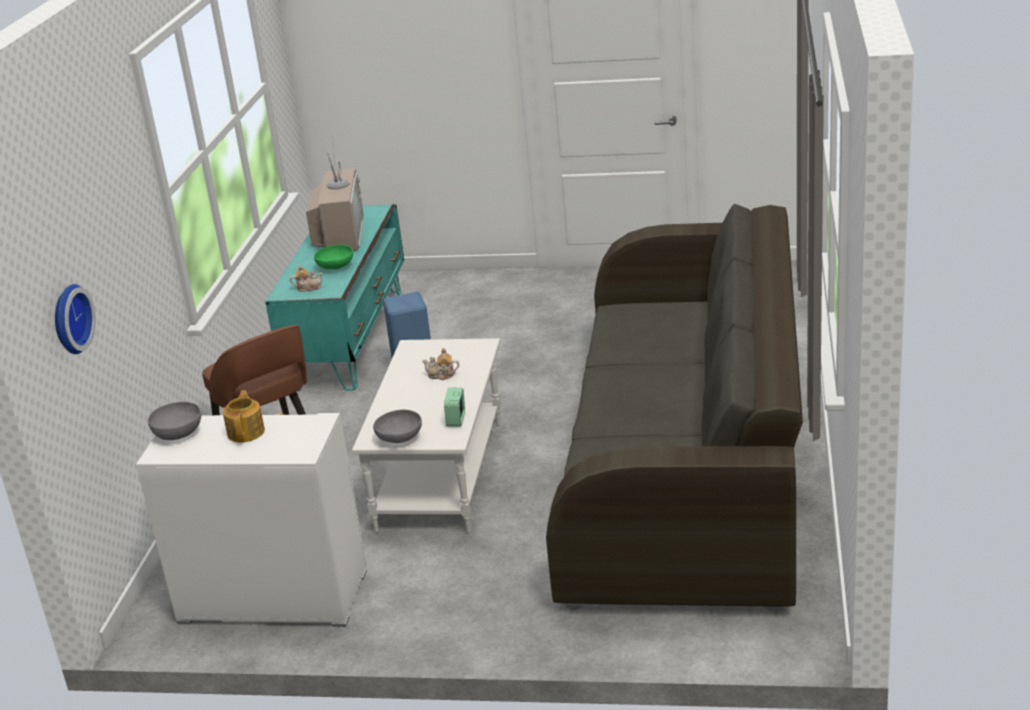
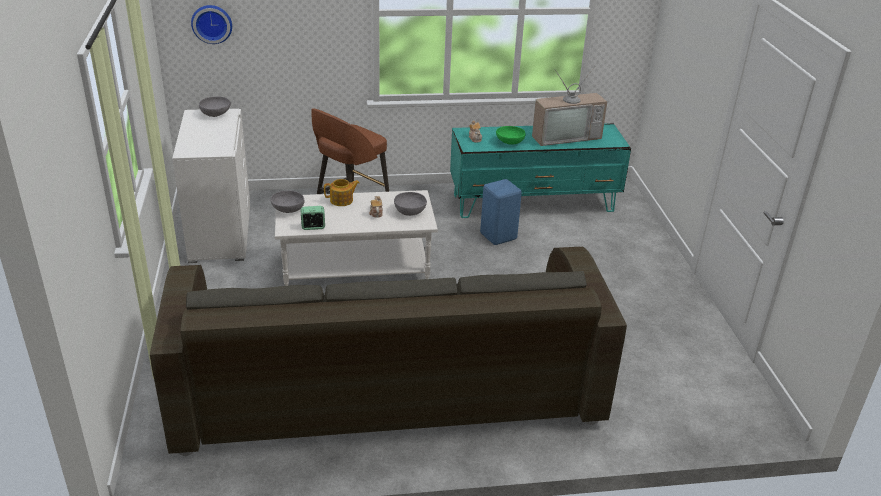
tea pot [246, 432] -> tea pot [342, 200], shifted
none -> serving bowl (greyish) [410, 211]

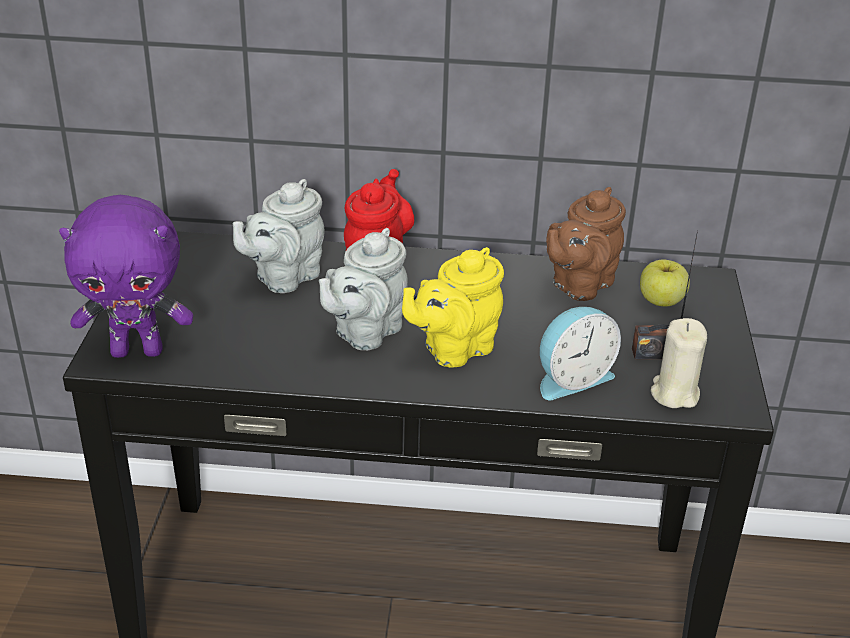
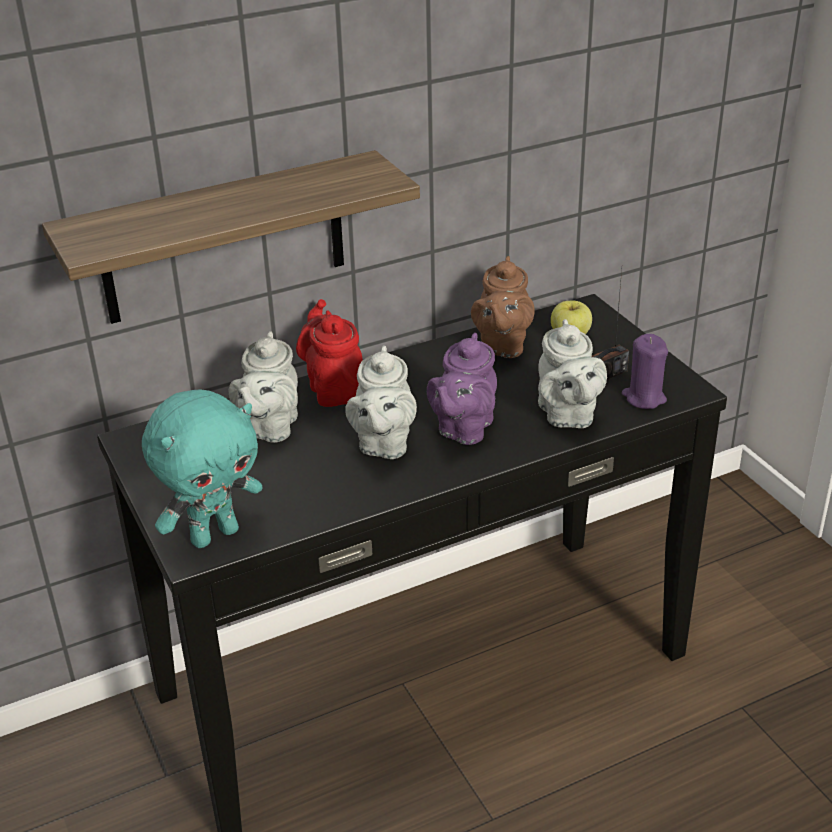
cuddly toy (purple) [138, 351] -> cuddly toy (blue-green) [214, 534]
tea pot (yellow) [453, 349] -> tea pot (purple) [463, 429]
bedside clock [571, 378] -> tea pot (greyish) [567, 416]
wax candle (beige-coloured) [674, 393] -> wax candle (purple) [644, 398]
none -> wall shelf [223, 239]

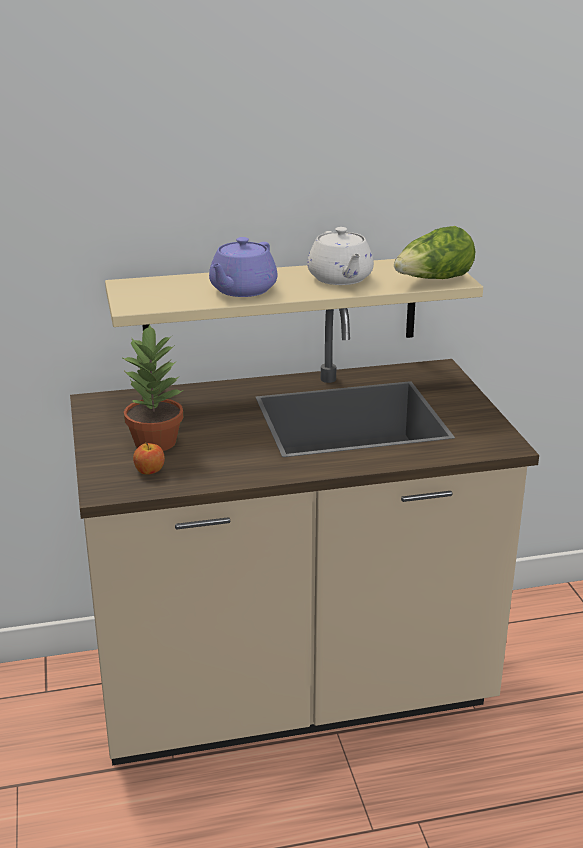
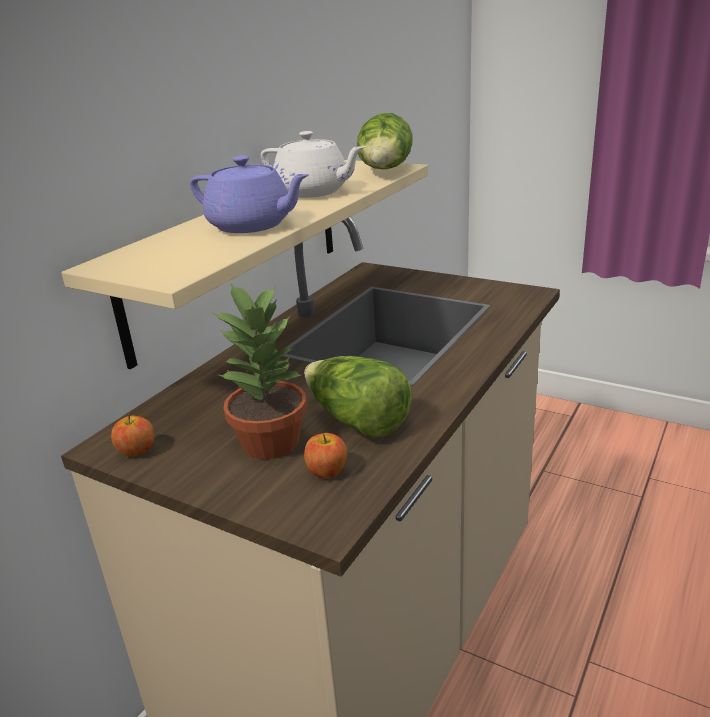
tea pot (purple) [242, 290] -> tea pot (purple) [252, 225], 45 degrees counterclockwise
none -> lettuce [357, 420]
none -> apple [136, 451]

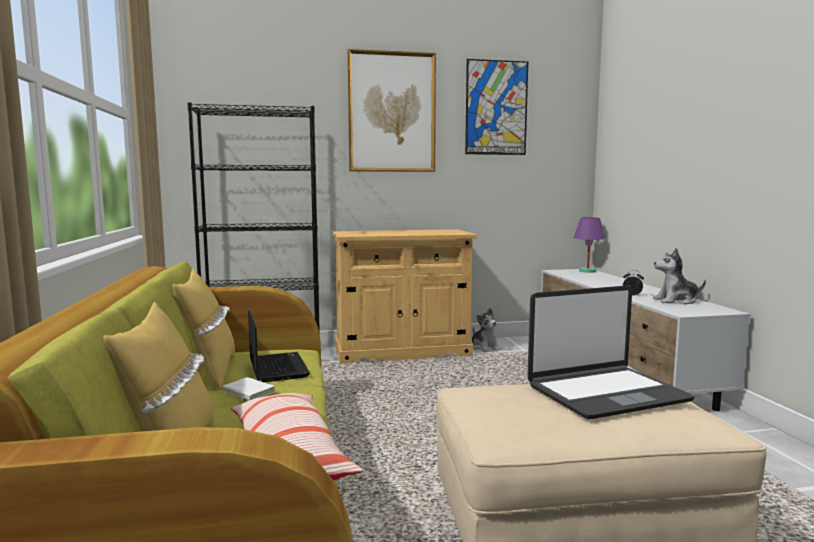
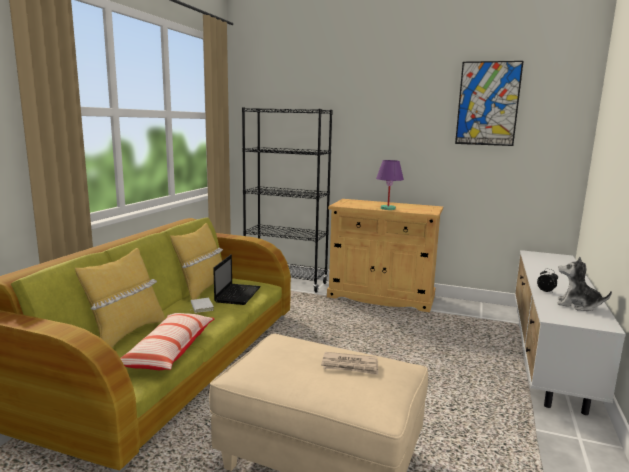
wall art [392, 112] -> none
tabletop lamp (purple) [588, 271] -> tabletop lamp (purple) [388, 208], shifted
laptop [605, 393] -> printed paper [350, 366]
cuddly toy [484, 347] -> none

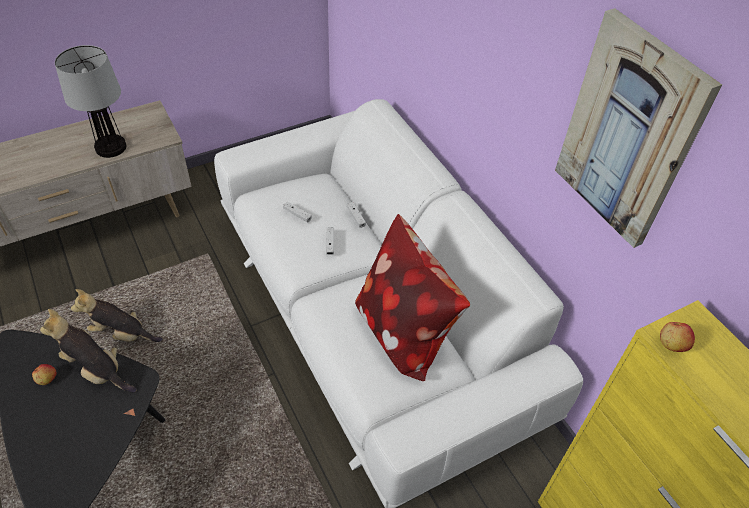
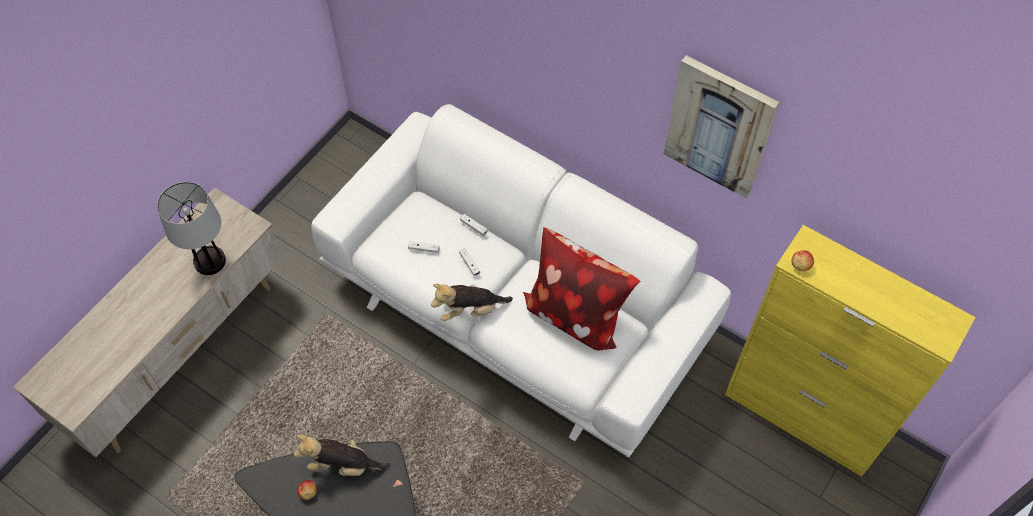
cuddly toy [122, 333] -> cuddly toy [470, 310], shifted

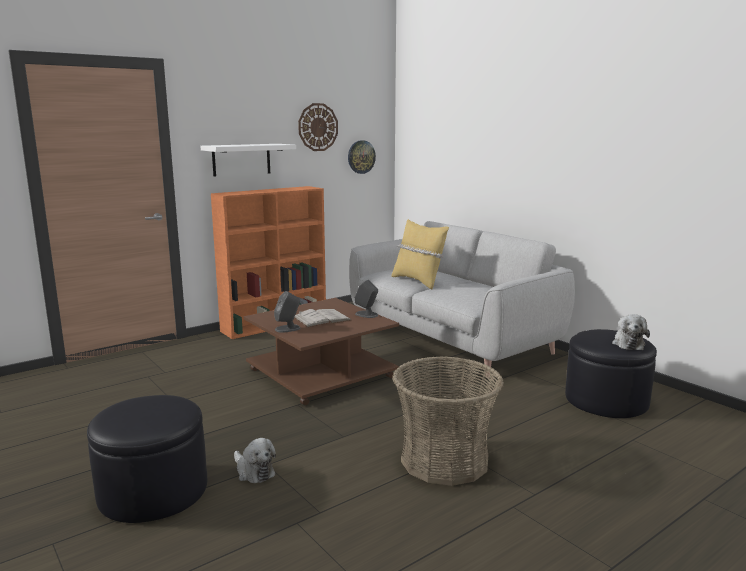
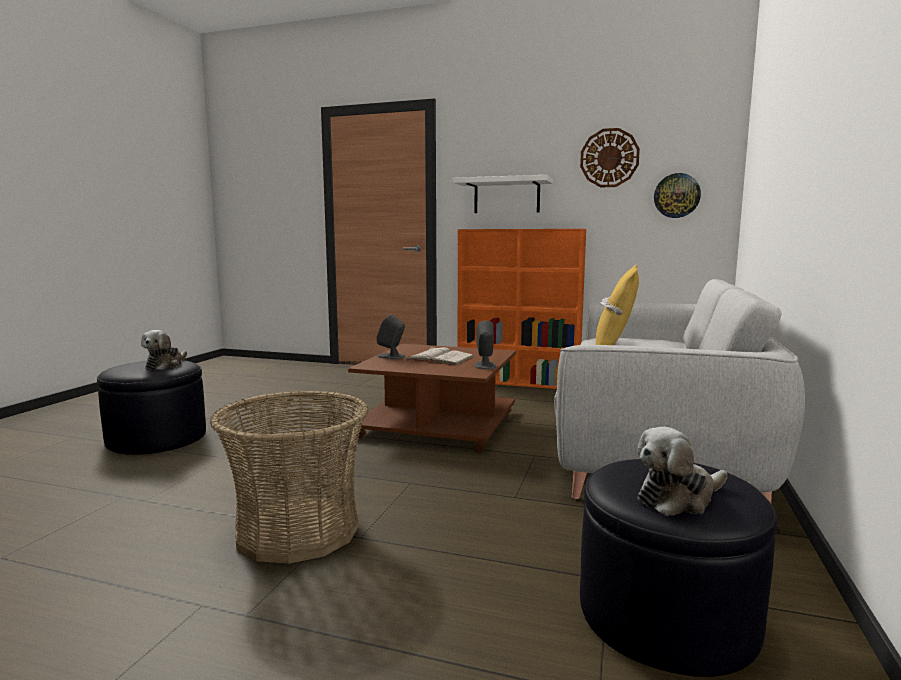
cuddly toy [254, 471] -> cuddly toy [165, 365], shifted

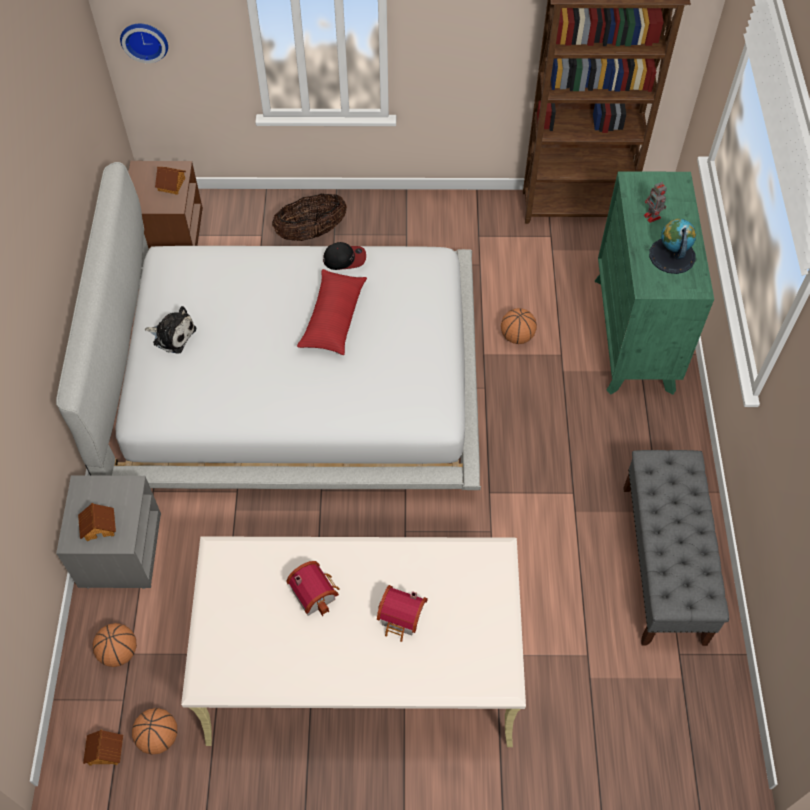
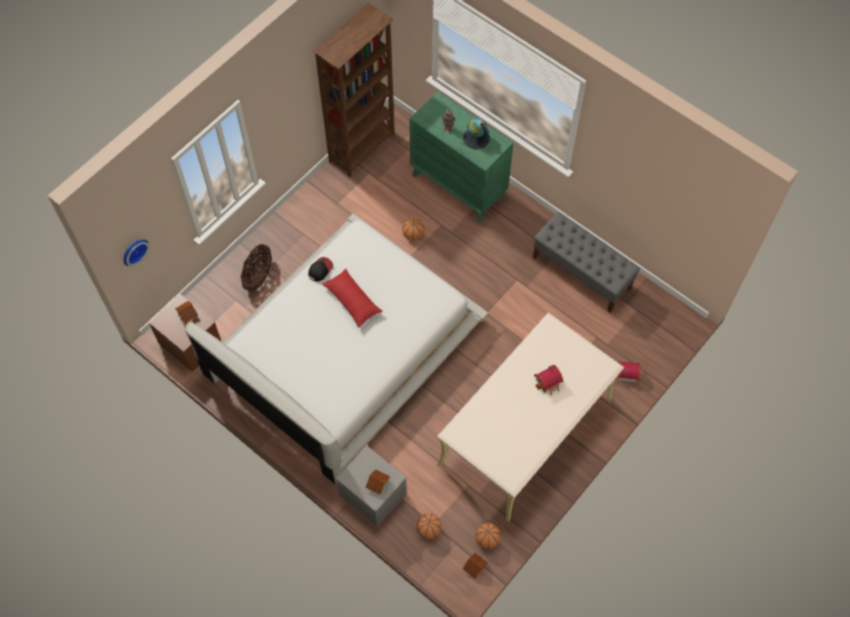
cuddly toy [172, 335] -> none
toy house [315, 592] -> toy house [626, 373], shifted

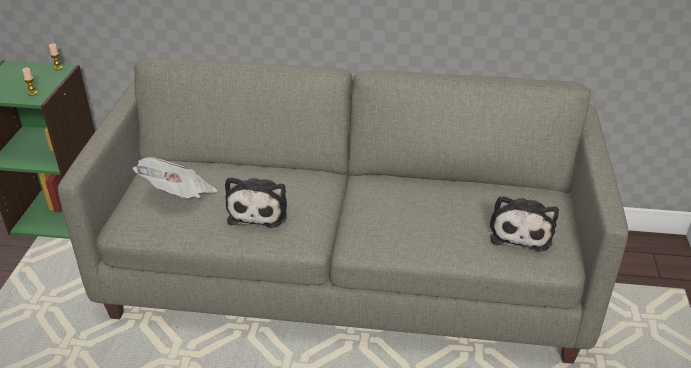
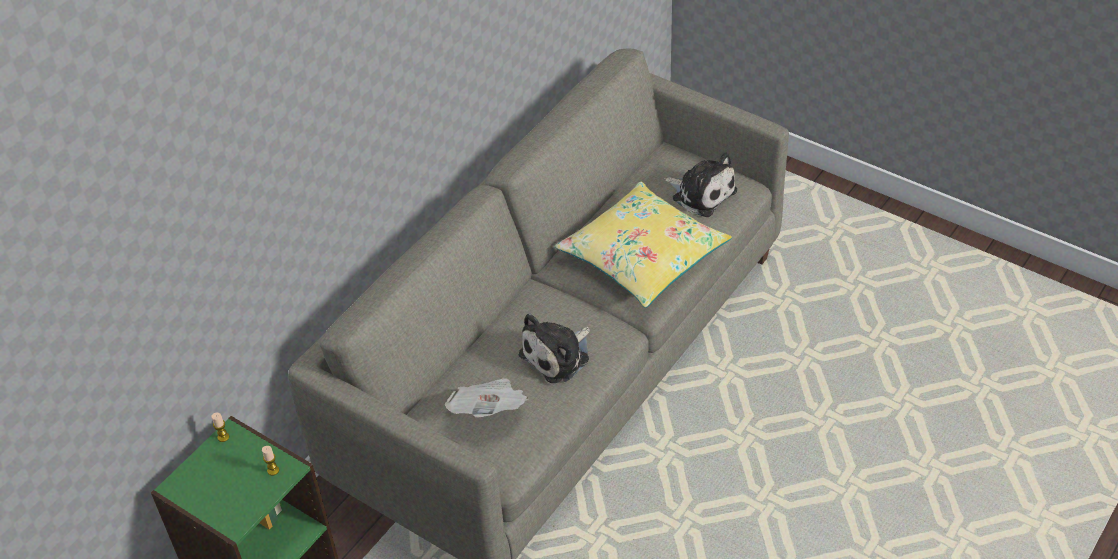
cuddly toy [259, 210] -> cuddly toy [558, 355], 105 degrees clockwise
none -> cushion (yellow) [643, 256]

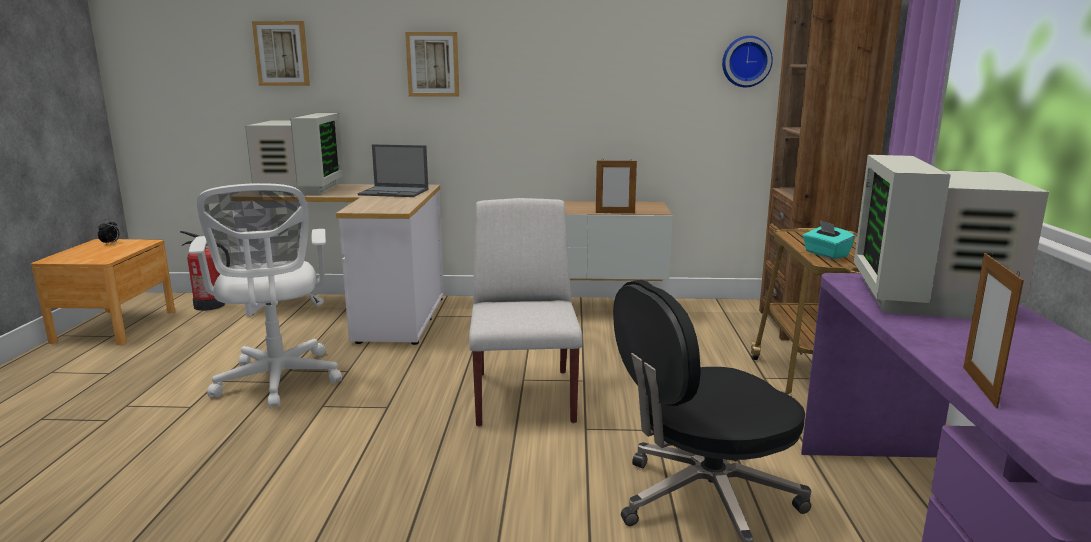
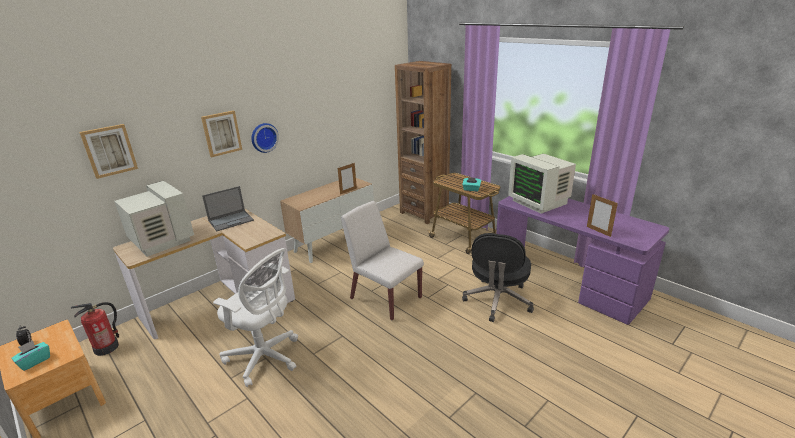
hanging clock [746, 61] -> hanging clock [263, 137], shifted
none -> tissue holder (blue-green) [35, 361]

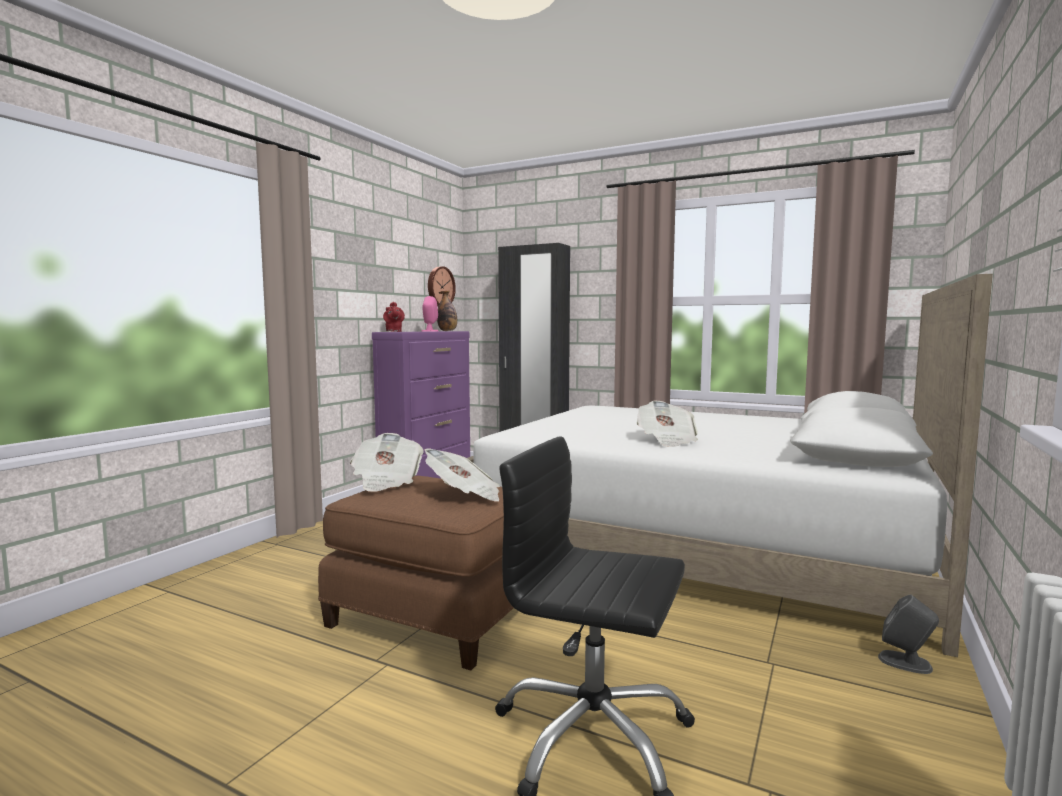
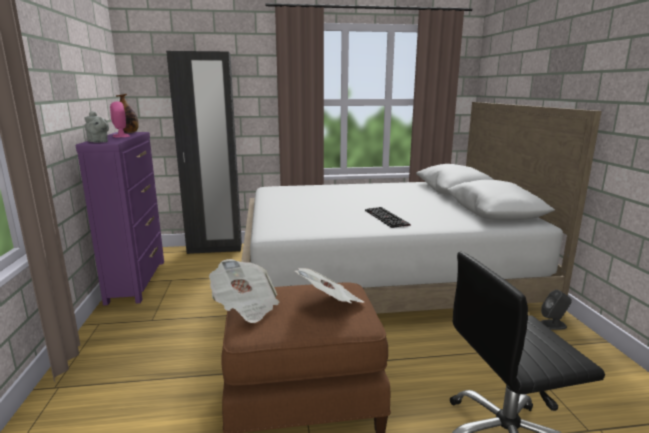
hanging clock [439, 287] -> none
tea pot (red-coloured) [394, 331] -> tea pot (greyish) [98, 142]
printed paper [666, 440] -> computer keyboard [387, 217]

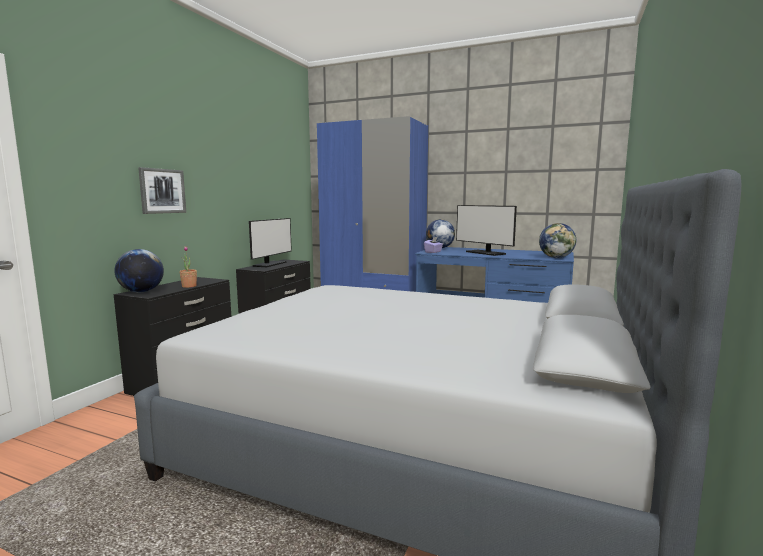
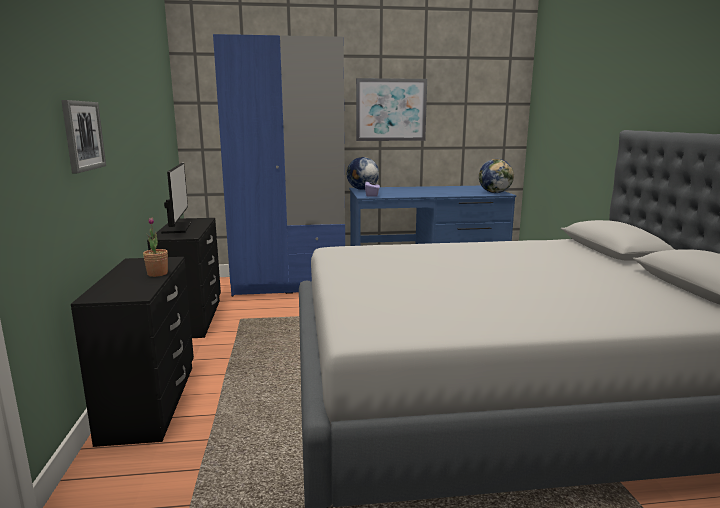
computer display [485, 253] -> none
world globe [141, 292] -> none
none -> wall art [391, 110]

